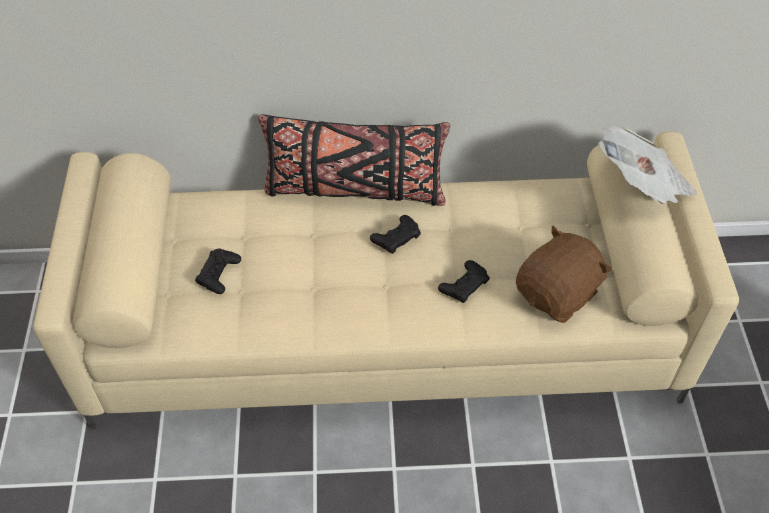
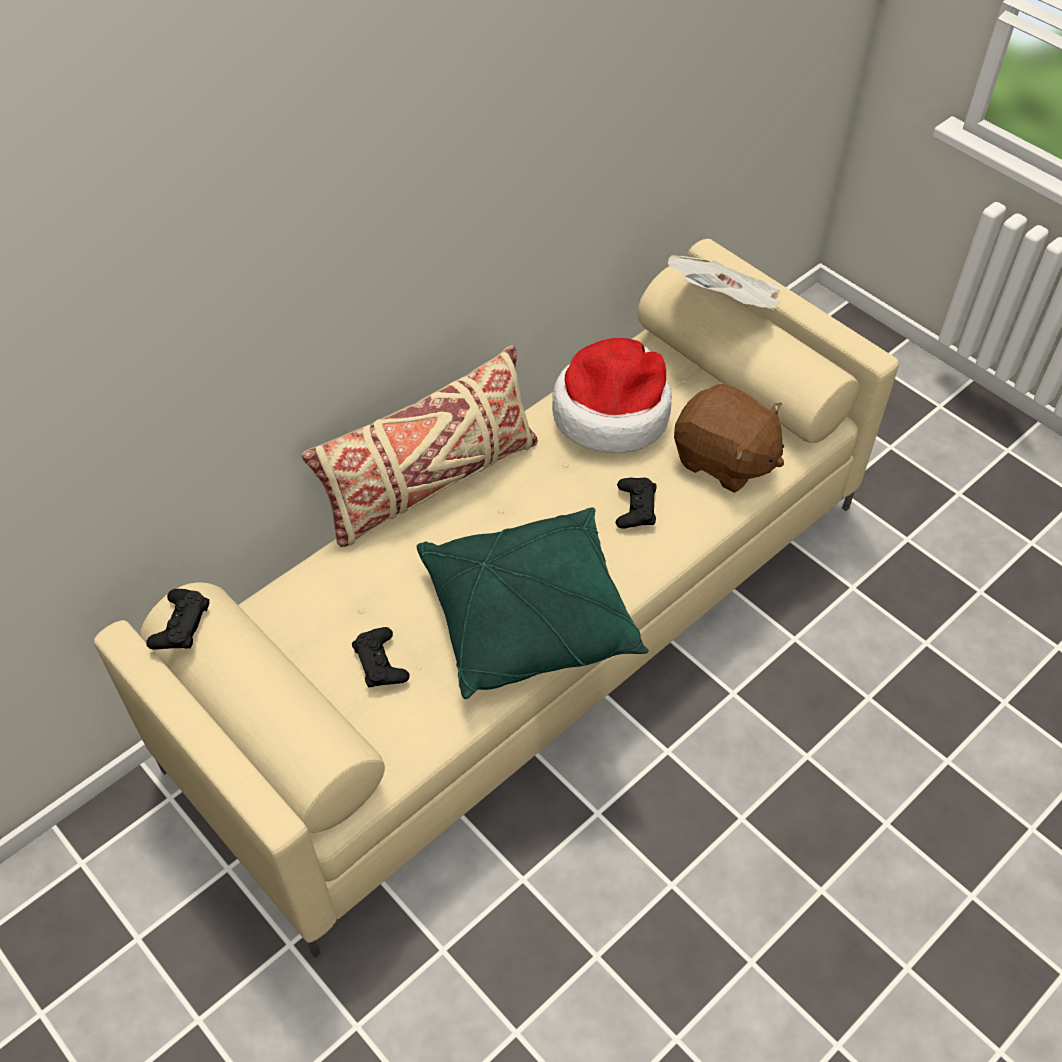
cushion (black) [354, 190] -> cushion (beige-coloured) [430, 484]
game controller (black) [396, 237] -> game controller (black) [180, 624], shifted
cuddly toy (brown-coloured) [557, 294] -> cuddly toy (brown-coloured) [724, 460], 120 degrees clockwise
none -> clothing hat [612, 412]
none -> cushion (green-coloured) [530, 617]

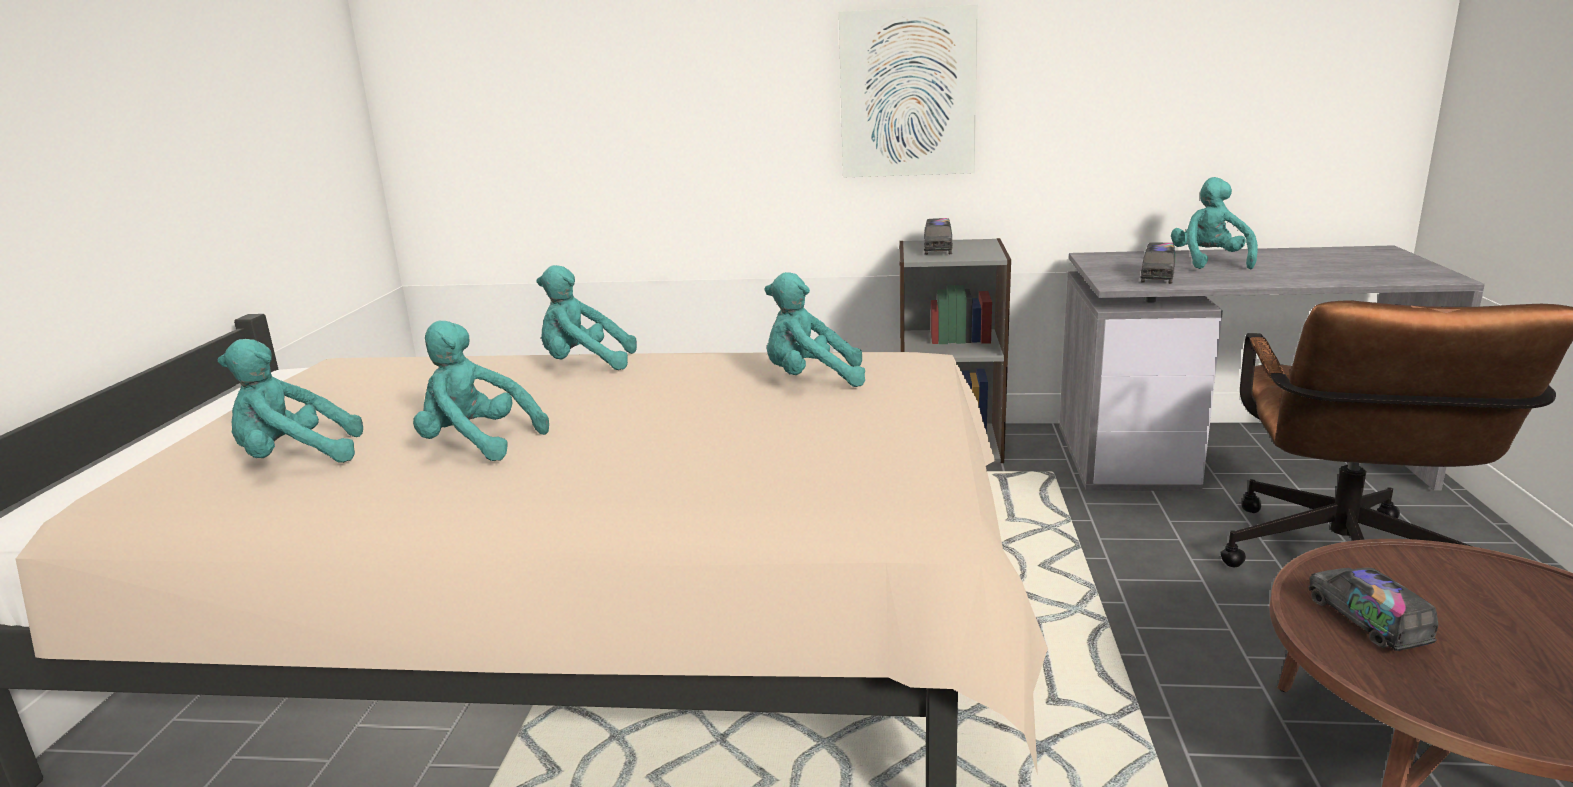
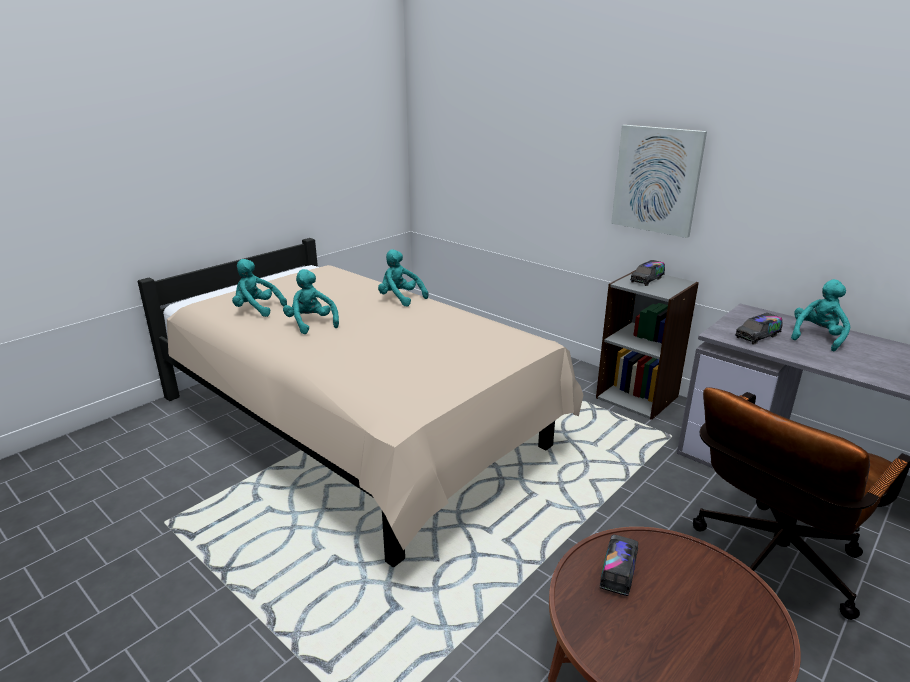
cuddly toy (blue-green) [810, 380] -> none

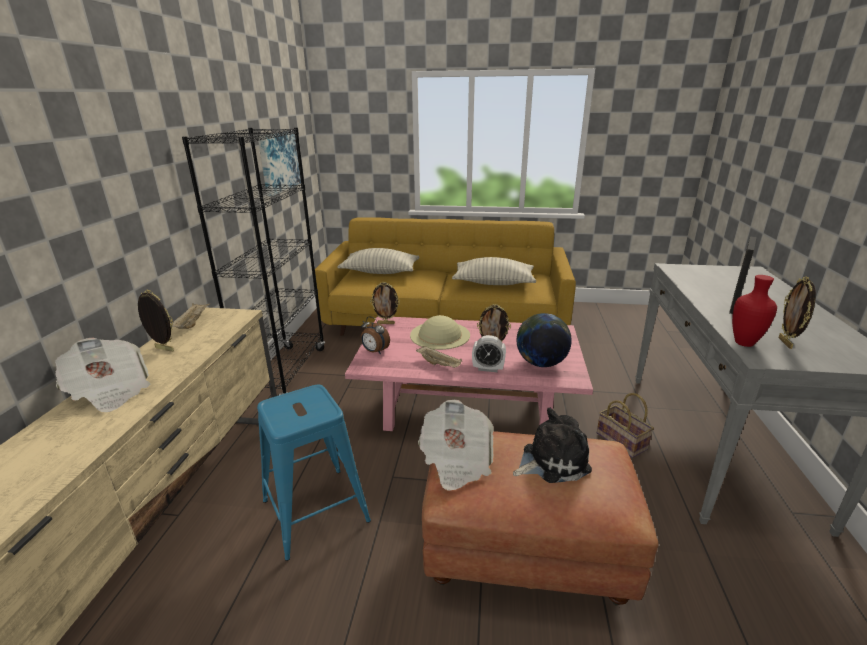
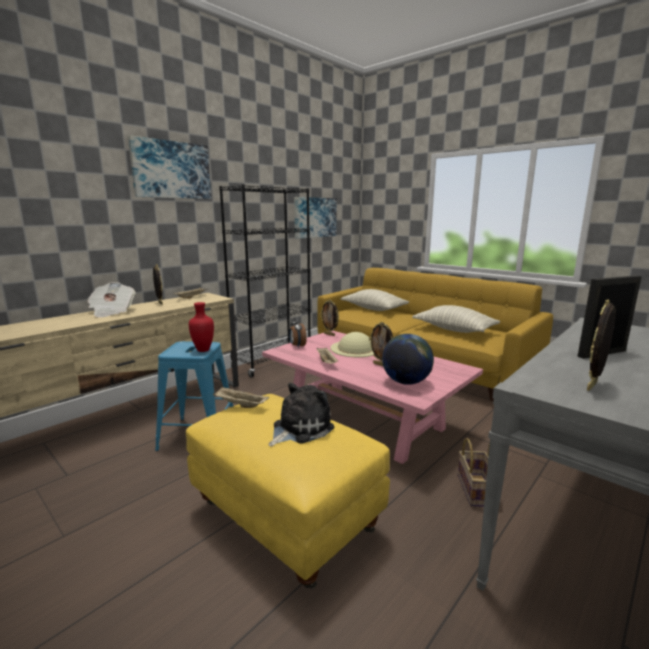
vase (red-coloured) [745, 344] -> vase (red-coloured) [202, 350], shifted
bedside clock [488, 369] -> none
printed paper [456, 461] -> carrying tray (beige-coloured) [240, 405]
cuddly toy [551, 461] -> cuddly toy [299, 428], 60 degrees counterclockwise
footrest (brown-coloured) [524, 555] -> footrest (yellow) [284, 520]
none -> wall art [171, 170]

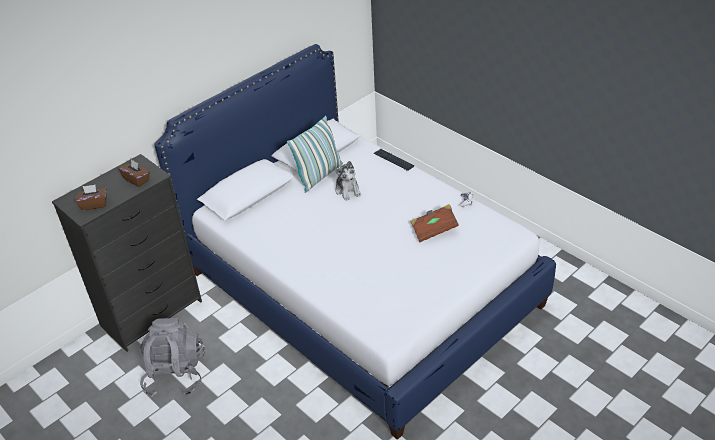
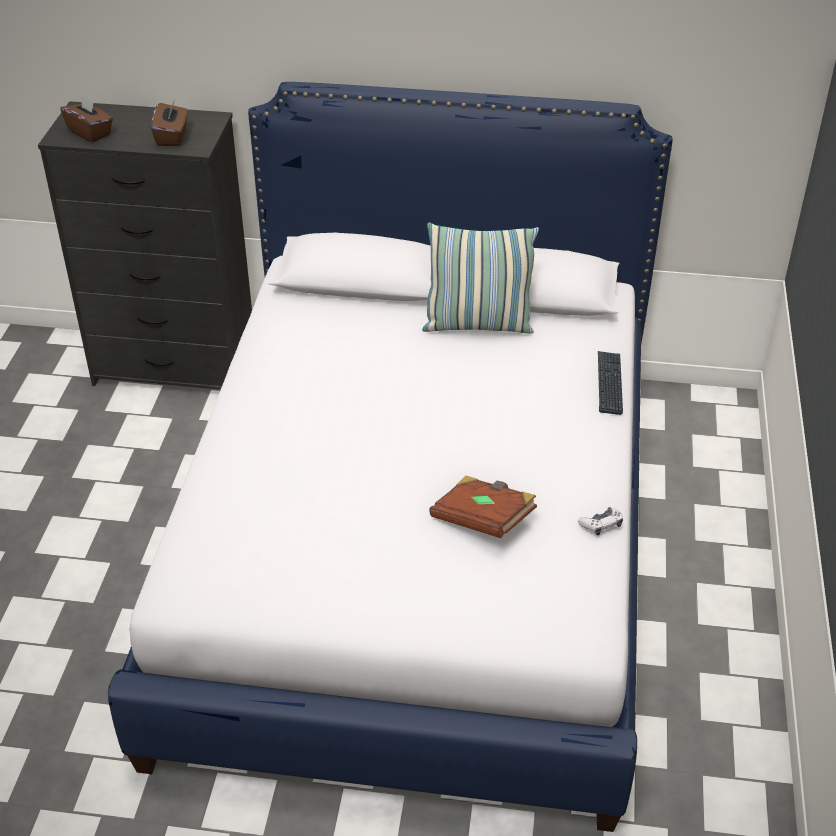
cuddly toy [347, 190] -> none
backpack (greyish) [175, 374] -> none

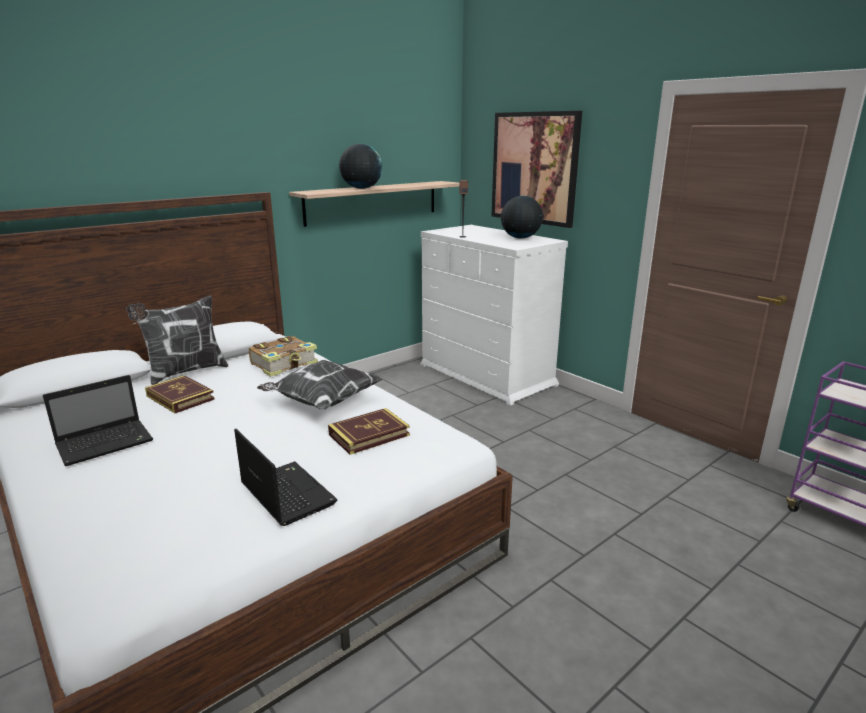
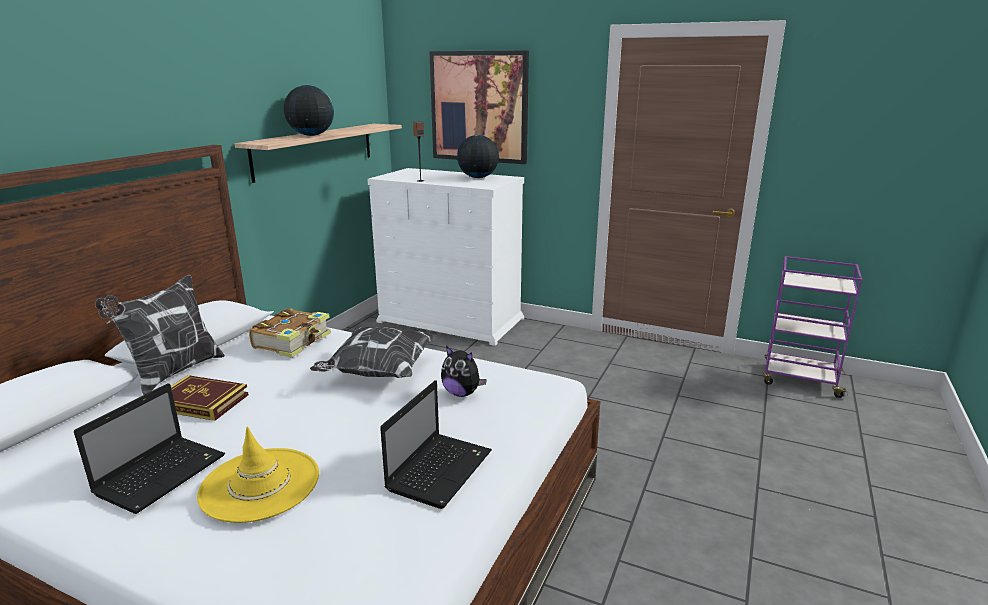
book [369, 435] -> cuddly toy [462, 393]
laptop [285, 493] -> laptop [440, 469], 90 degrees clockwise
none -> clothing hat (yellow) [260, 484]

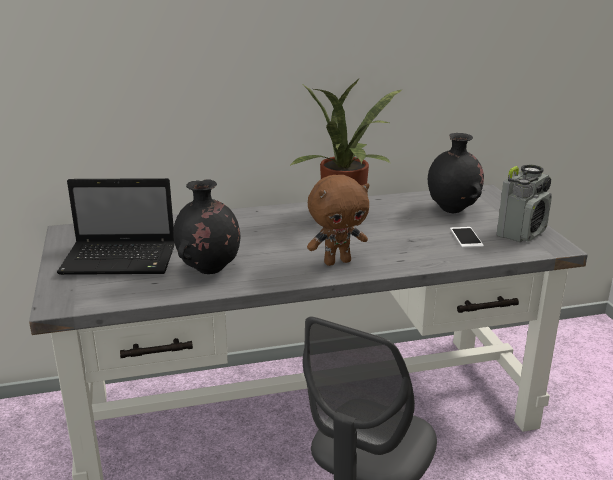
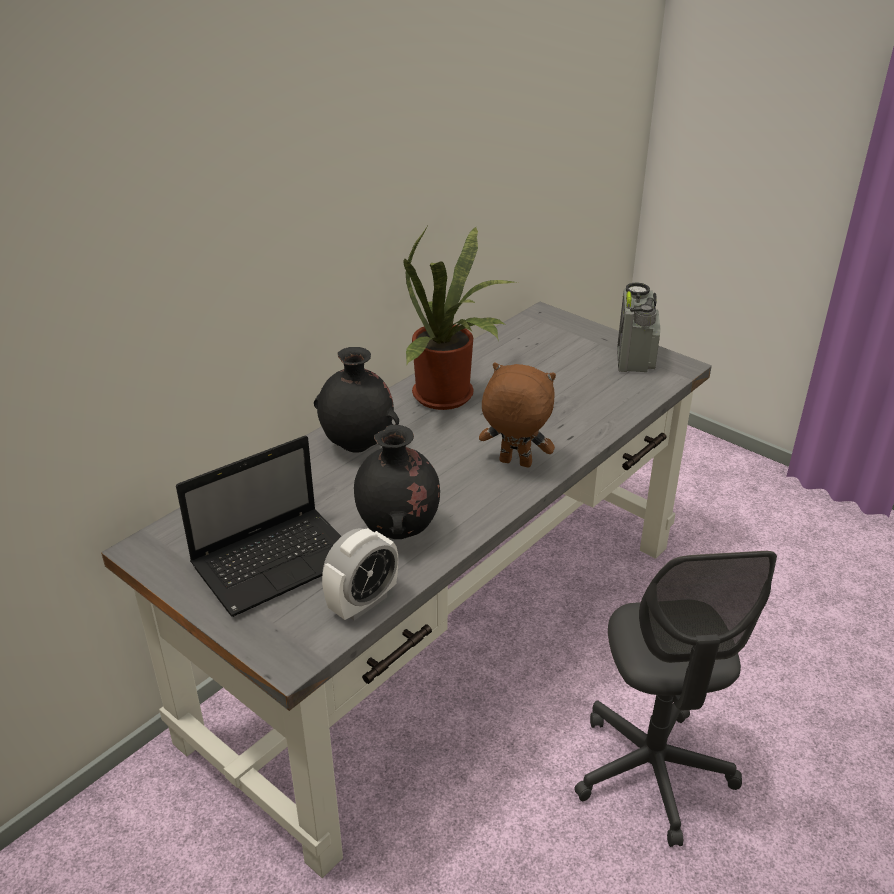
vase (black) [452, 210] -> vase (black) [358, 445], shifted
cuddly toy (brown-coloured) [337, 261] -> cuddly toy (brown-coloured) [514, 464], 105 degrees counterclockwise
phone [466, 237] -> none
none -> bedside clock [362, 603]

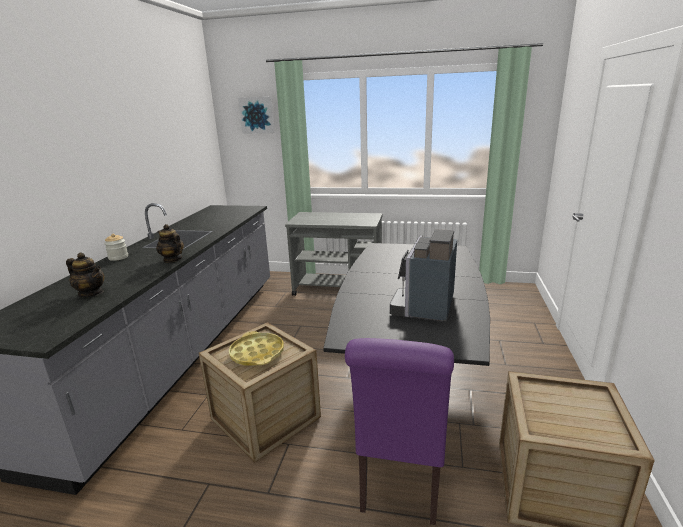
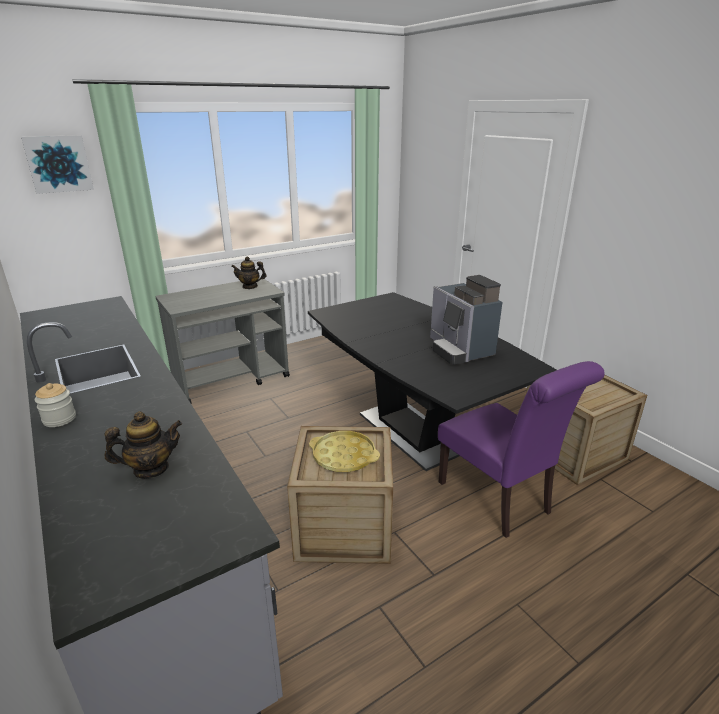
tea pot [172, 259] -> tea pot [250, 286], shifted

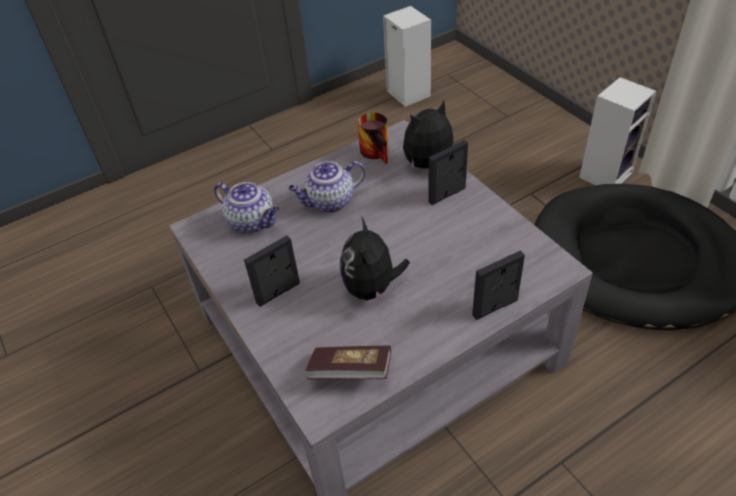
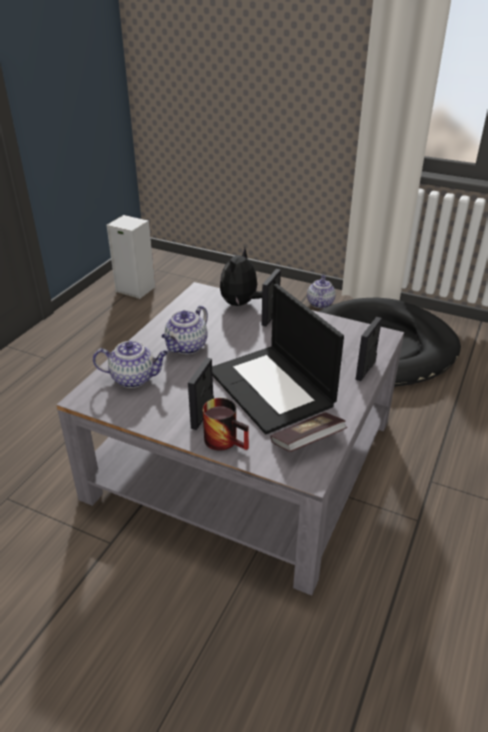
speaker [606, 174] -> tea pot [320, 303]
coffee mug [379, 152] -> coffee mug [227, 439], shifted
cuddly toy [372, 288] -> laptop [272, 388]

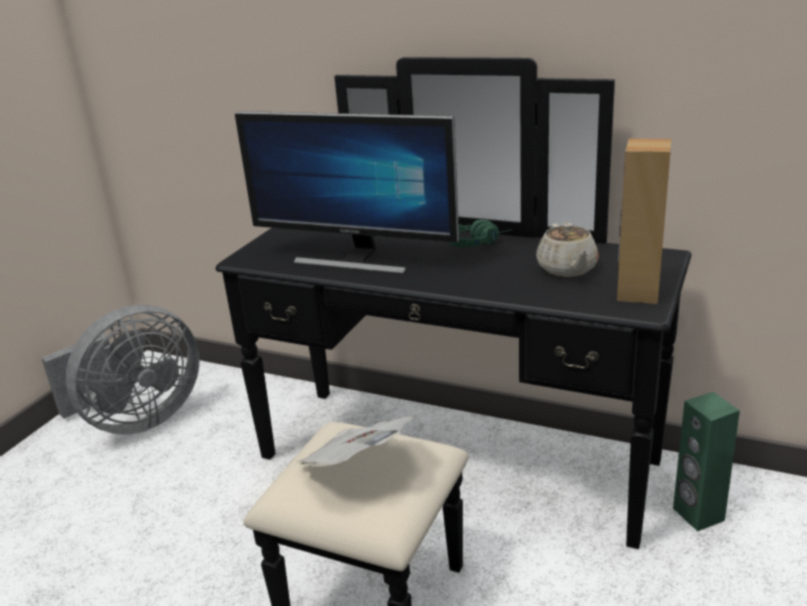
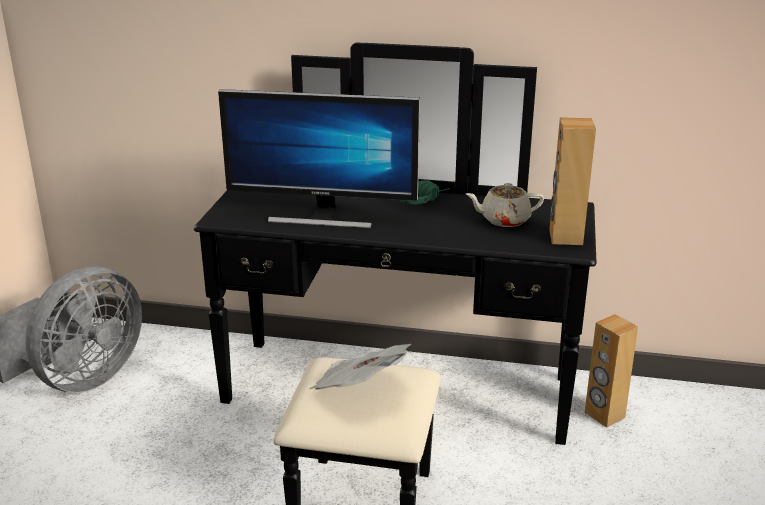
tea pot (beige-coloured) [567, 269] -> tea pot (beige-coloured) [504, 220], 105 degrees clockwise
speaker (green-coloured) [697, 514] -> speaker (brown-coloured) [604, 415]

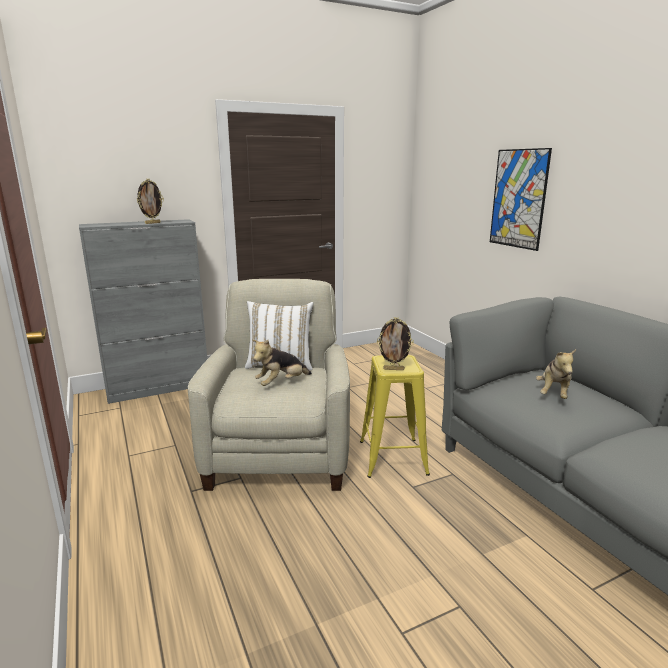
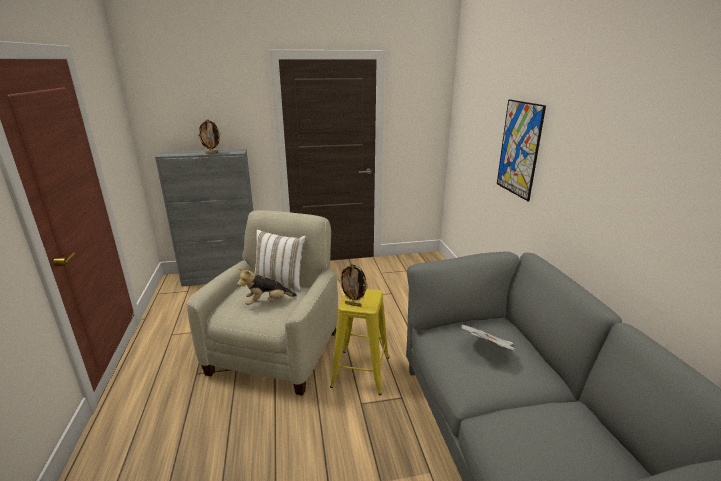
cuddly toy [553, 393] -> printed paper [488, 349]

